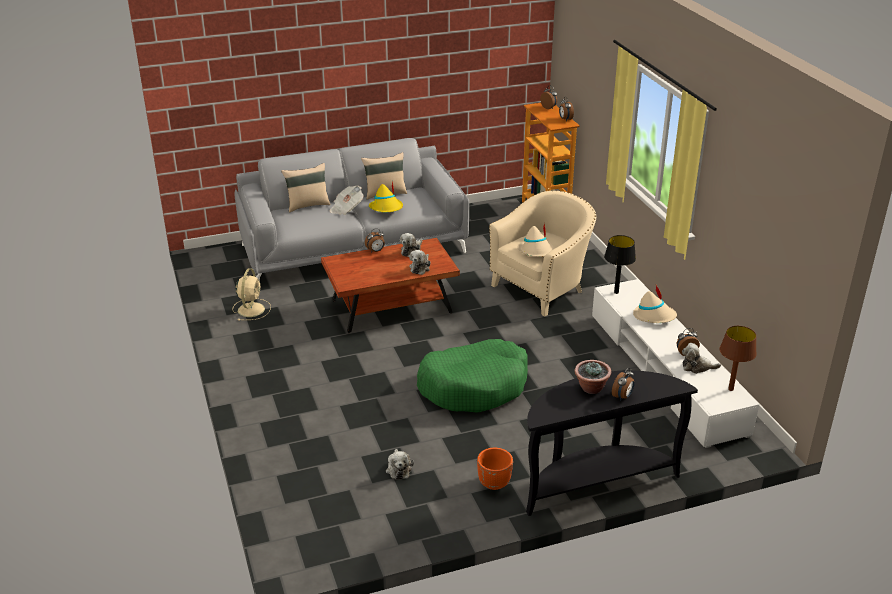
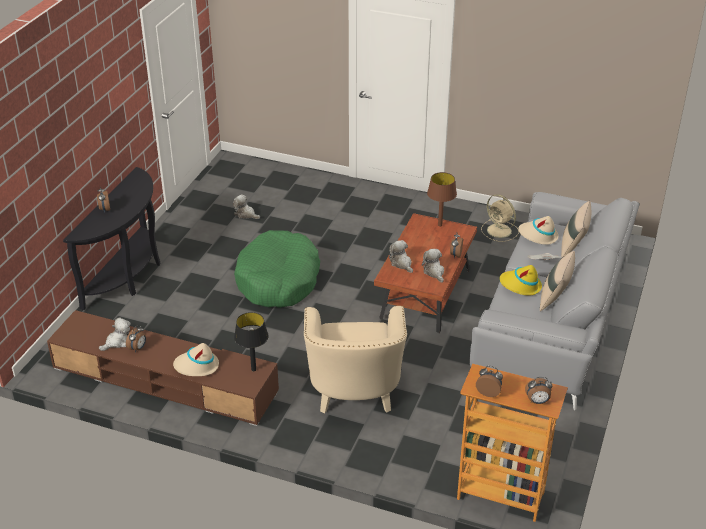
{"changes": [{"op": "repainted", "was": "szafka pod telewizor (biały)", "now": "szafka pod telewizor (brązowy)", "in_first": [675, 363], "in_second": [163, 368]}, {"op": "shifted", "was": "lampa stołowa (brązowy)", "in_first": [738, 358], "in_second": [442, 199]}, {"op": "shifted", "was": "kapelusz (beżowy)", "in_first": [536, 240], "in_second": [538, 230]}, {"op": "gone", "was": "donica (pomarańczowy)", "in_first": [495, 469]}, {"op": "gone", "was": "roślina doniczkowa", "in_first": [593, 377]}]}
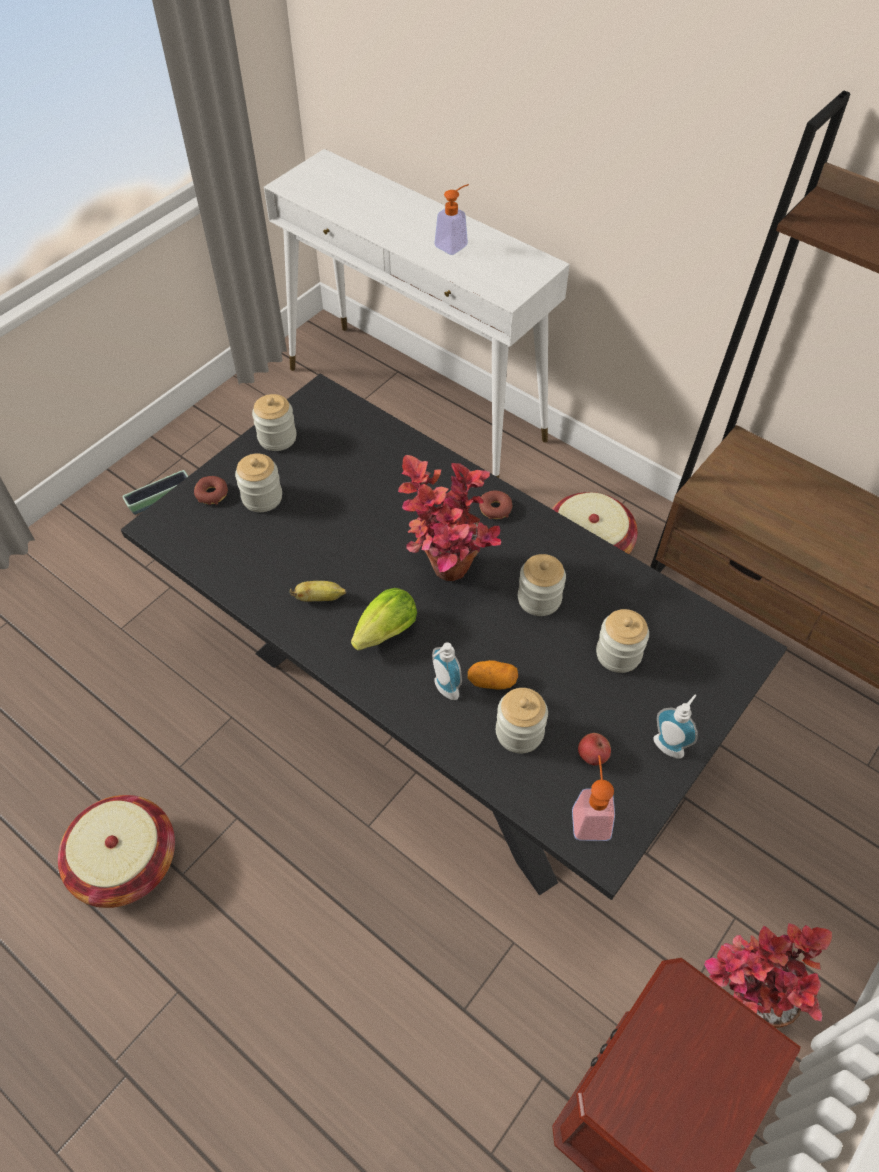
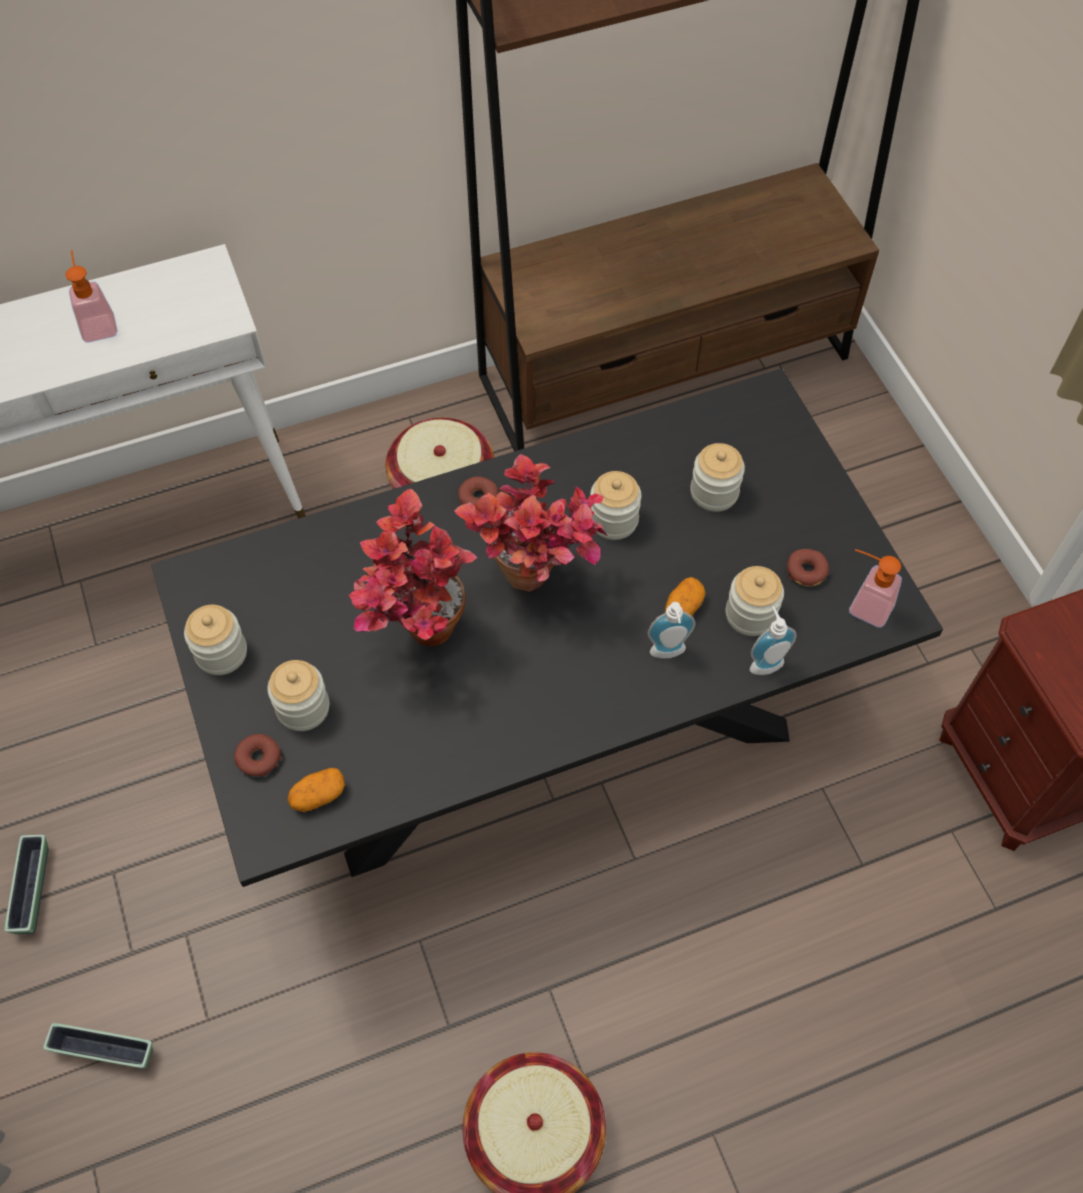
{"changes": [{"op": "new", "now": "donica", "in_second": [98, 1046]}, {"op": "new", "now": "ziemniak", "in_second": [316, 790]}, {"op": "shifted", "was": "roślina doniczkowa", "in_first": [768, 975], "in_second": [413, 568]}, {"op": "shifted", "was": "dozownik mydła", "in_first": [675, 727], "in_second": [773, 640]}, {"op": "swapped", "was": "jabłko", "now": "donut", "in_first": [594, 749], "in_second": [807, 568]}, {"op": "gone", "was": "banan", "in_first": [318, 591]}, {"op": "gone", "was": "sałata", "in_first": [384, 619]}]}
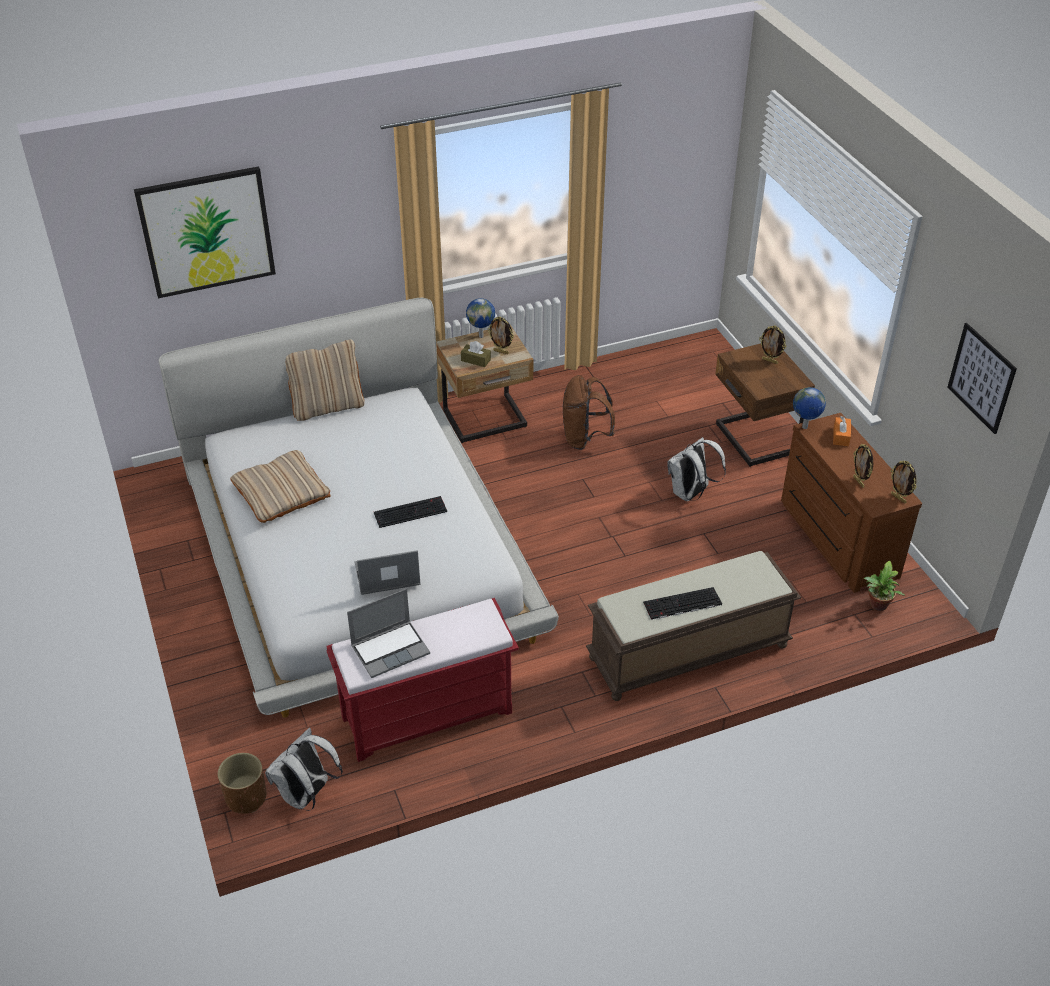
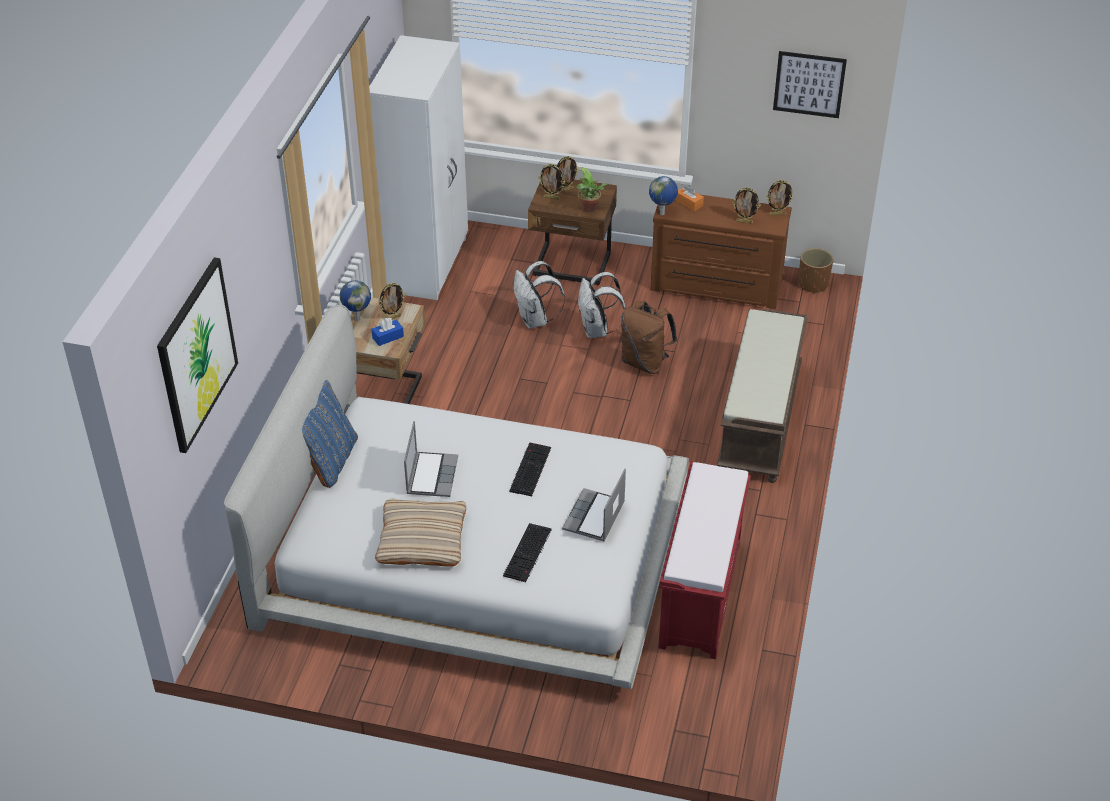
{"changes": [{"op": "repainted", "was": "poduszka (beżowy)", "now": "poduszka (niebieski)", "in_first": [325, 380], "in_second": [330, 434]}, {"op": "new", "now": "szafa (biały)", "in_second": [418, 167]}, {"op": "repainted", "was": "pudełko chusteczek (brązowy)", "now": "pudełko chusteczek (niebieski)", "in_first": [476, 354], "in_second": [387, 332]}, {"op": "shifted", "was": "laptop", "in_first": [388, 633], "in_second": [431, 459]}, {"op": "shifted", "was": "klawiatura", "in_first": [682, 603], "in_second": [527, 553]}, {"op": "shifted", "was": "plecak (biały)", "in_first": [304, 769], "in_second": [539, 295]}, {"op": "new", "now": "ramka na zdjęcie", "in_second": [551, 182]}, {"op": "shifted", "was": "roślina doniczkowa", "in_first": [884, 586], "in_second": [592, 190]}, {"op": "shifted", "was": "plecak (brązowy)", "in_first": [589, 412], "in_second": [649, 337]}, {"op": "shifted", "was": "donica (brązowy)", "in_first": [241, 783], "in_second": [816, 271]}]}
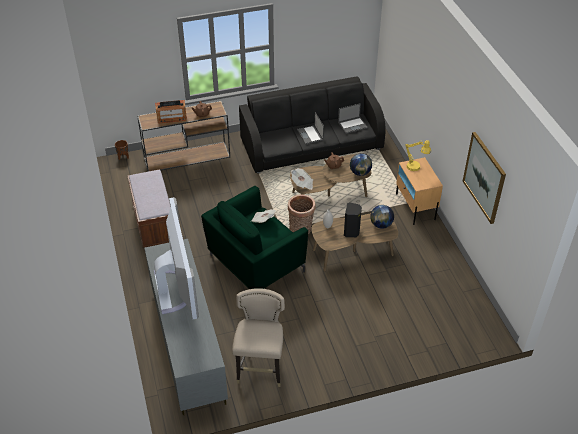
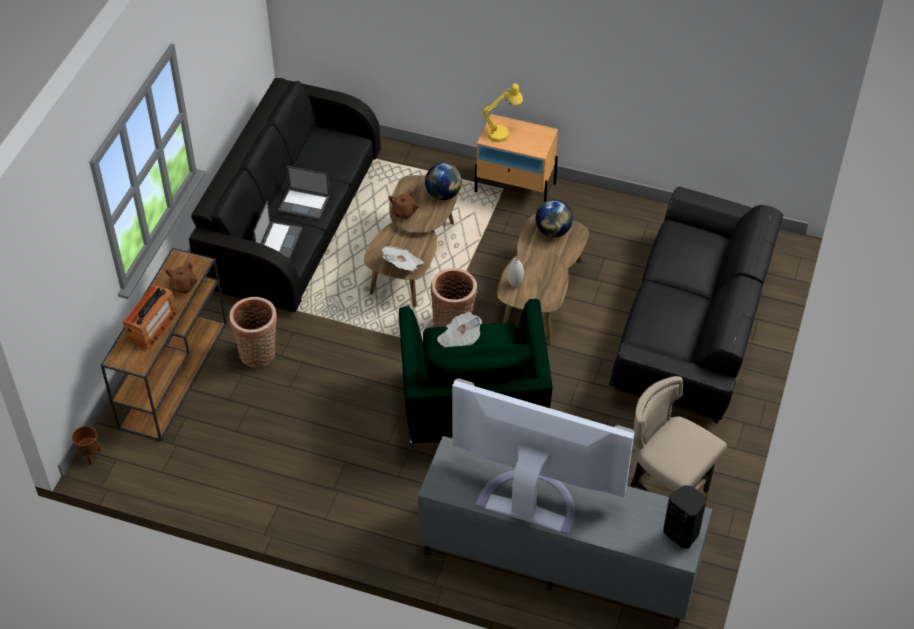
{"changes": [{"op": "new", "now": "koszyk", "in_second": [253, 332]}, {"op": "shifted", "was": "laptop", "in_first": [353, 118], "in_second": [277, 230]}, {"op": "new", "now": "kanapa (czarny)", "in_second": [696, 305]}, {"op": "shifted", "was": "głośnik (czarny)", "in_first": [353, 220], "in_second": [685, 517]}, {"op": "gone", "was": "ławka (brązowy)", "in_first": [148, 208]}, {"op": "gone", "was": "obraz", "in_first": [484, 178]}]}
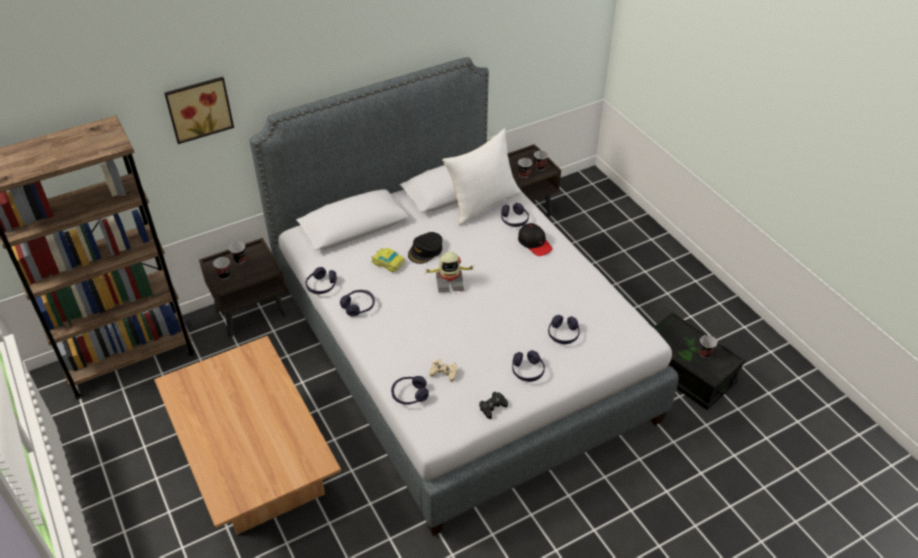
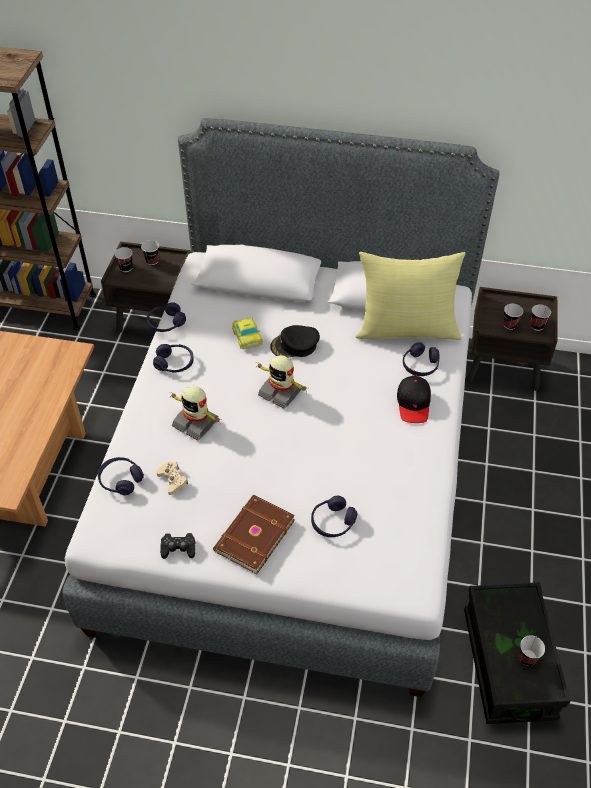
{"changes": [{"op": "new", "now": "robot zabawkowy", "in_second": [195, 413]}, {"op": "swapped", "was": "słuchawki (fioletowy)", "now": "książka (brązowy)", "in_first": [528, 366], "in_second": [254, 534]}, {"op": "repainted", "was": "poduszka (biały)", "now": "poduszka (żółty)", "in_first": [481, 176], "in_second": [410, 296]}, {"op": "gone", "was": "obraz", "in_first": [199, 110]}]}
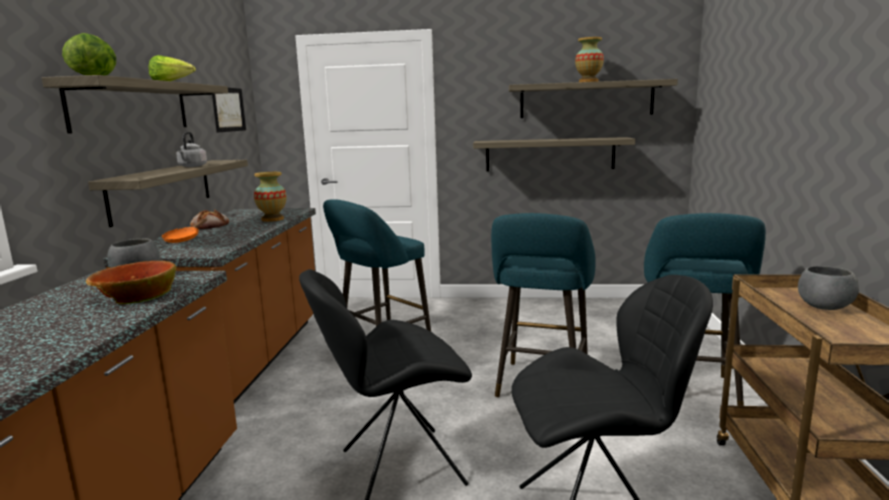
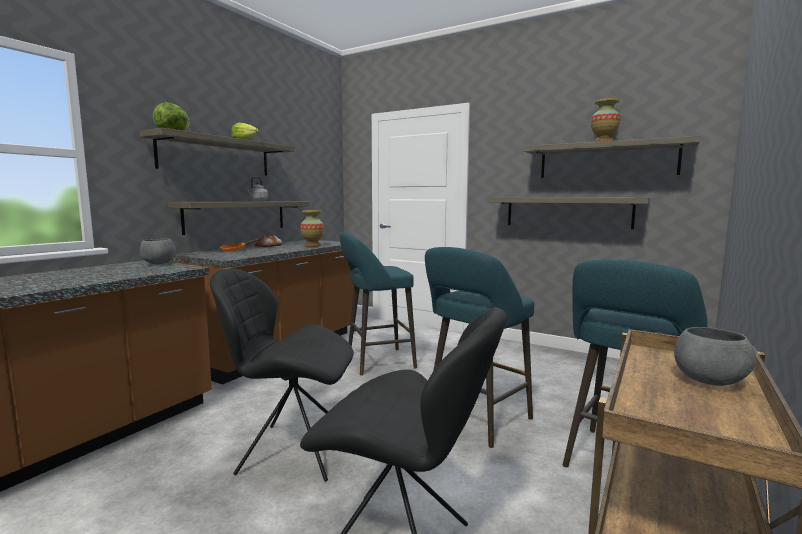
{"changes": [{"op": "gone", "was": "miska", "in_first": [131, 282]}, {"op": "gone", "was": "obraz", "in_first": [229, 110]}]}
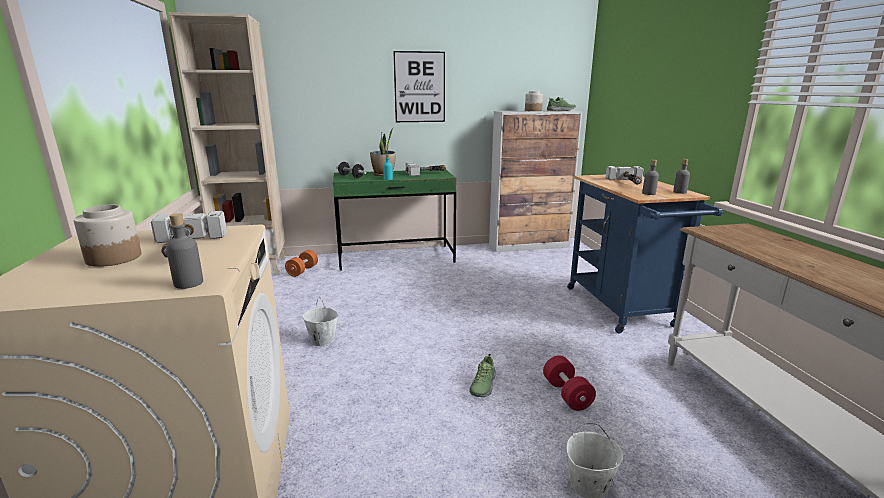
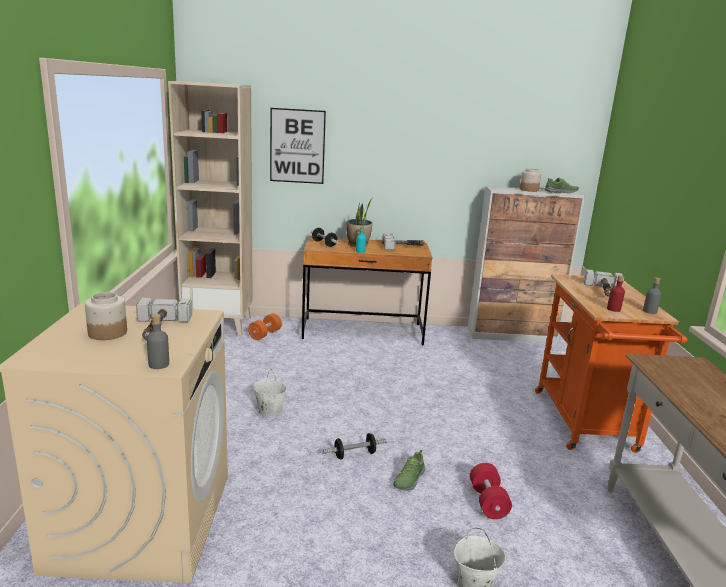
{"changes": [{"op": "shifted", "was": "obraz", "in_first": [419, 86], "in_second": [298, 146]}, {"op": "repainted", "was": "biurko (zielony)", "now": "biurko (brązowy)", "in_first": [394, 220], "in_second": [367, 291]}, {"op": "new", "now": "hantel", "in_second": [355, 446]}, {"op": "repainted", "was": "wózek (niebieski)", "now": "wózek (pomarańczowy)", "in_first": [645, 254], "in_second": [611, 363]}, {"op": "repainted", "was": "butelka (szary)", "now": "butelka (czerwony)", "in_first": [650, 177], "in_second": [616, 293]}]}
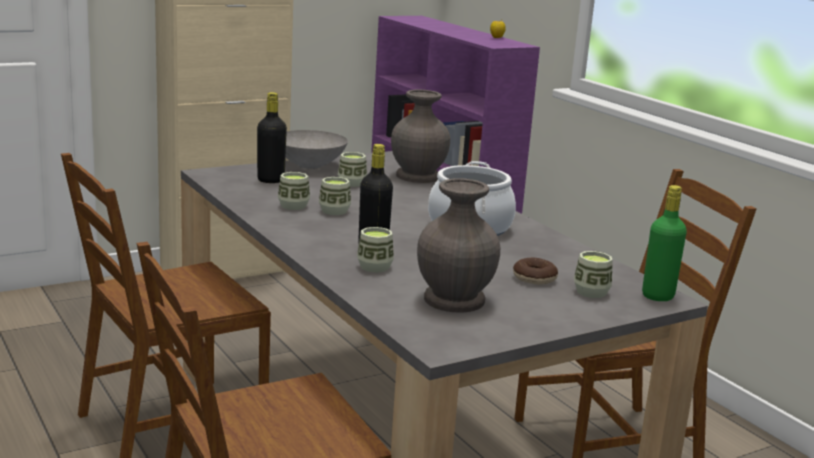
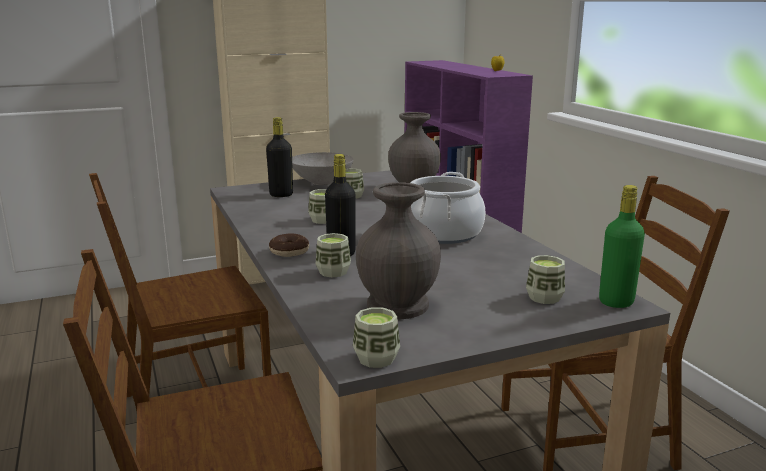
{"changes": [{"op": "shifted", "was": "donut", "in_first": [535, 271], "in_second": [289, 245]}, {"op": "shifted", "was": "filiżanka", "in_first": [294, 191], "in_second": [376, 337]}]}
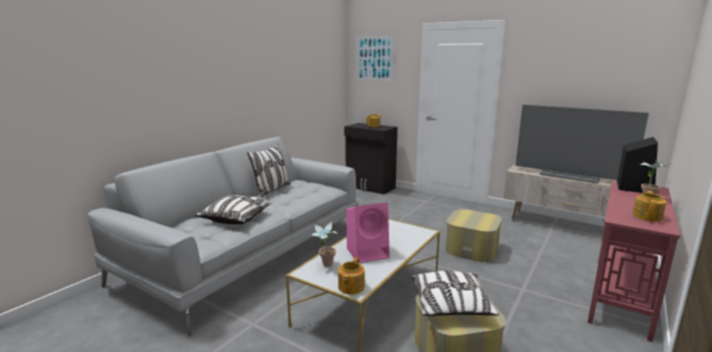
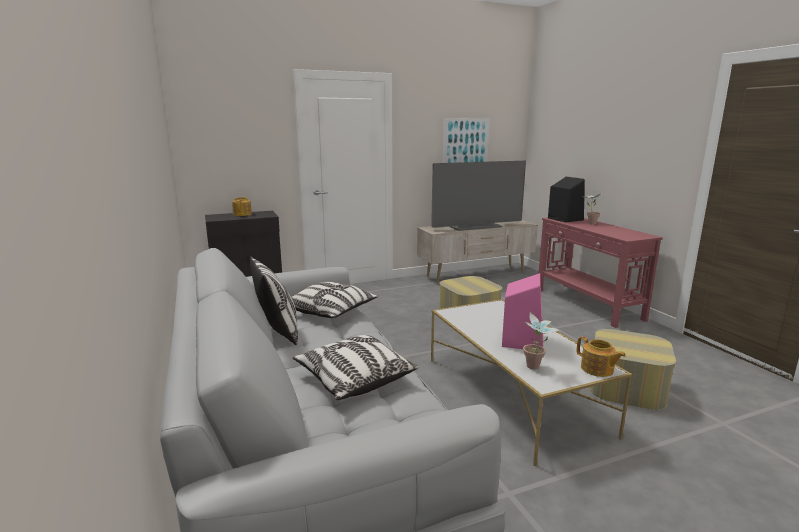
{"changes": [{"op": "shifted", "was": "poduszka", "in_first": [455, 293], "in_second": [335, 300]}, {"op": "shifted", "was": "obraz", "in_first": [375, 58], "in_second": [466, 140]}, {"op": "gone", "was": "imbryk", "in_first": [649, 206]}]}
